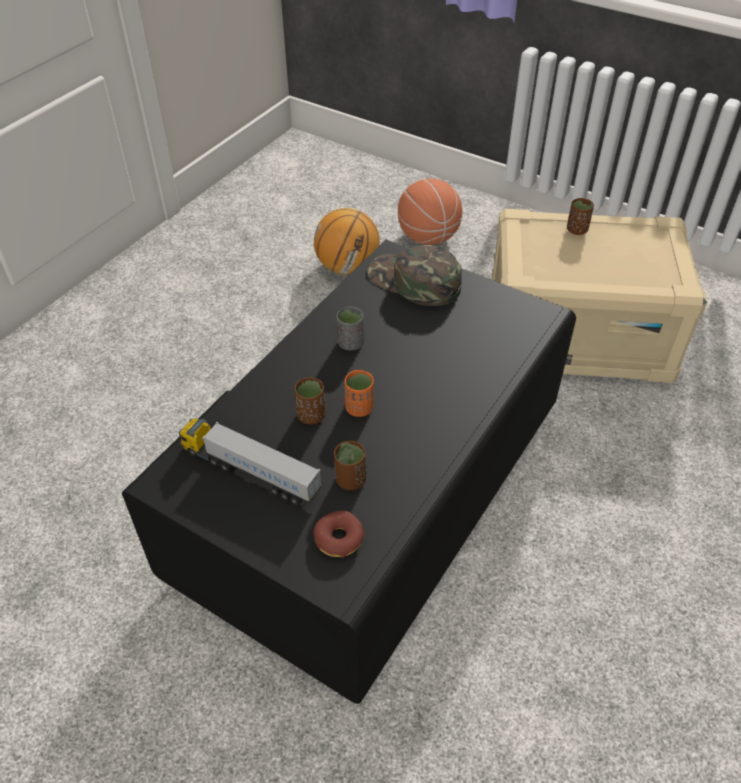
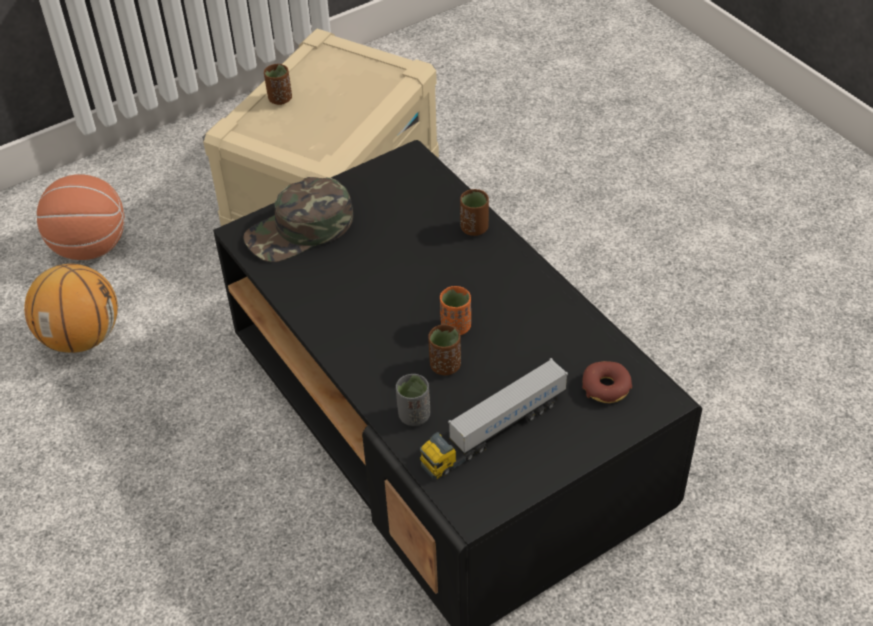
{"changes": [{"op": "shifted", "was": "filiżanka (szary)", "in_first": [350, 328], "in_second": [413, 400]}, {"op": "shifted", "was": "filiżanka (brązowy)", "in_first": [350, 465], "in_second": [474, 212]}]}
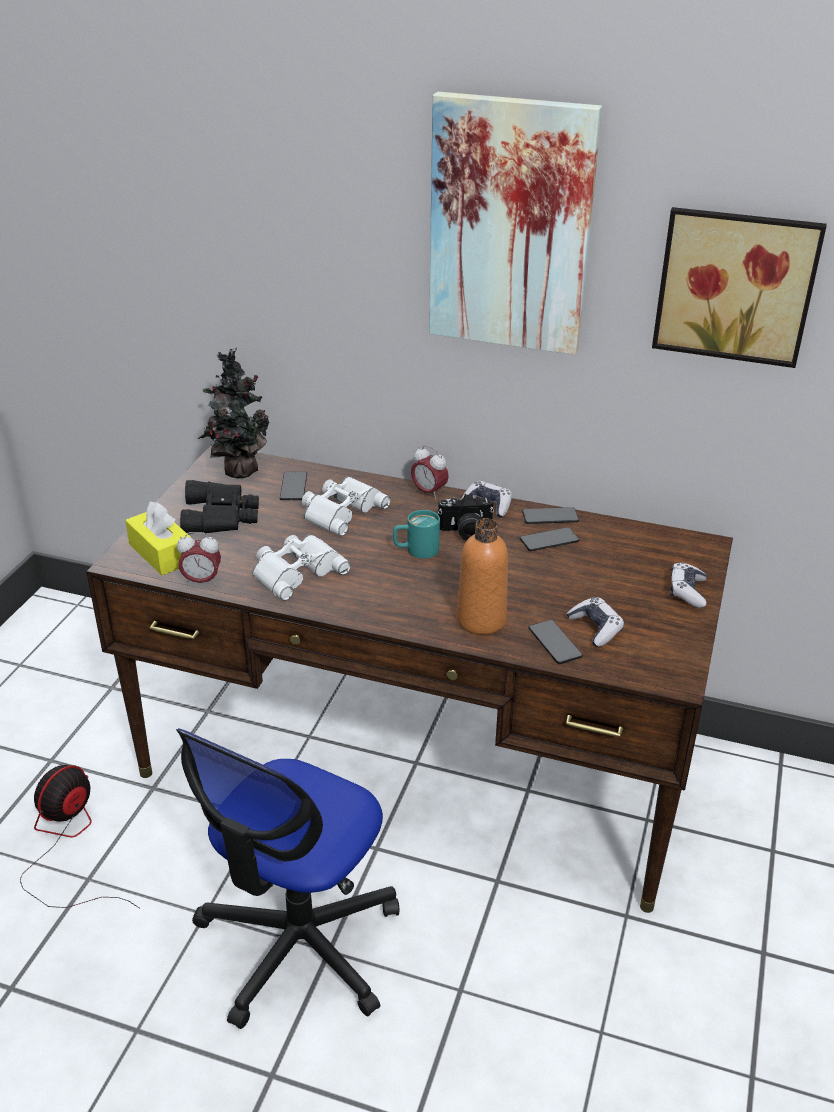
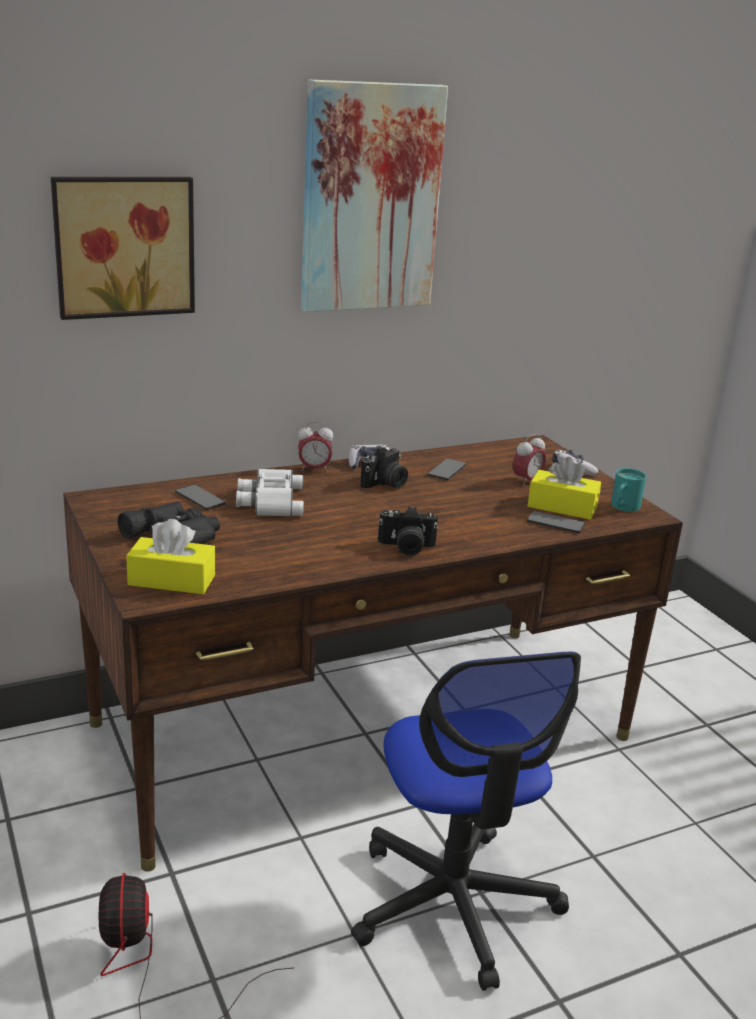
{"changes": [{"op": "shifted", "was": "obraz", "in_first": [739, 287], "in_second": [123, 248]}, {"op": "new", "now": "aparat fotograficzny", "in_second": [408, 531]}, {"op": "shifted", "was": "budzik", "in_first": [199, 559], "in_second": [529, 460]}, {"op": "swapped", "was": "pad do gier", "now": "pudełko chusteczek (żółty)", "in_first": [595, 622], "in_second": [564, 488]}, {"op": "shifted", "was": "kubek (turkusowy)", "in_first": [416, 534], "in_second": [628, 490]}, {"op": "gone", "was": "roślina doniczkowa", "in_first": [233, 413]}, {"op": "gone", "was": "lornetka (biały)", "in_first": [301, 567]}, {"op": "gone", "was": "butelka (pomarańczowy)", "in_first": [482, 576]}, {"op": "gone", "was": "telefon", "in_first": [550, 515]}]}
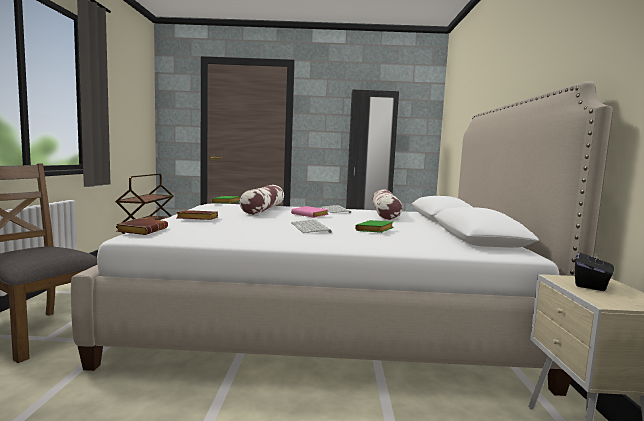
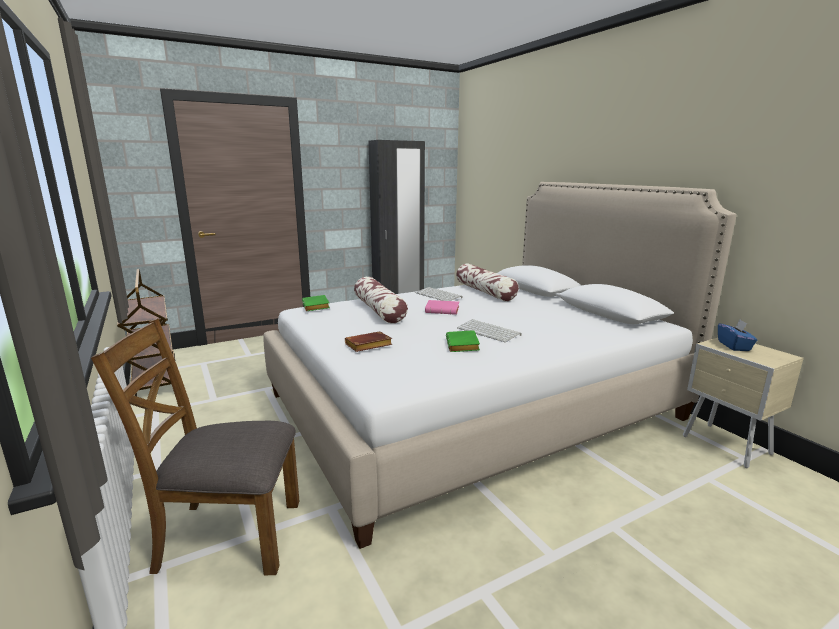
{"changes": [{"op": "shifted", "was": "książka (zielony)", "in_first": [374, 226], "in_second": [463, 341]}, {"op": "repainted", "was": "pudełko chusteczek (czarny)", "now": "pudełko chusteczek (niebieski)", "in_first": [594, 269], "in_second": [738, 335]}, {"op": "gone", "was": "książka (brązowy)", "in_first": [142, 226]}]}
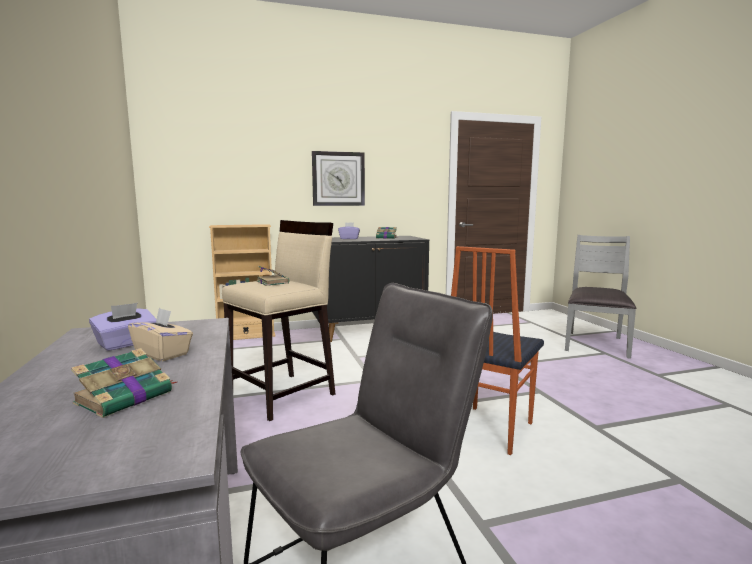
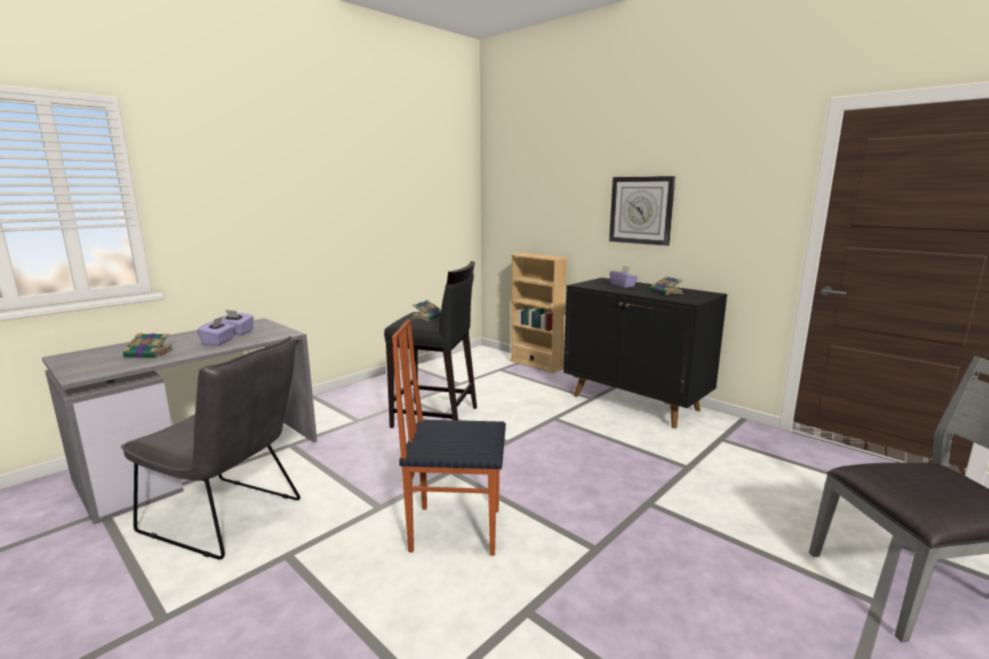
{"changes": [{"op": "repainted", "was": "pudełko chusteczek (beżowy)", "now": "pudełko chusteczek (fioletowy)", "in_first": [160, 334], "in_second": [216, 331]}, {"op": "repainted", "was": "stołek (beżowy)", "now": "stołek (czarny)", "in_first": [278, 320], "in_second": [430, 344]}]}
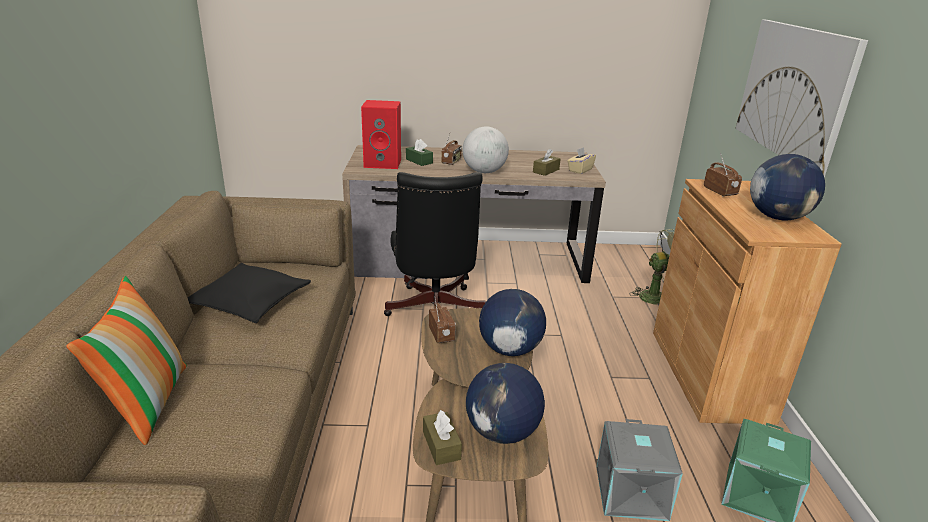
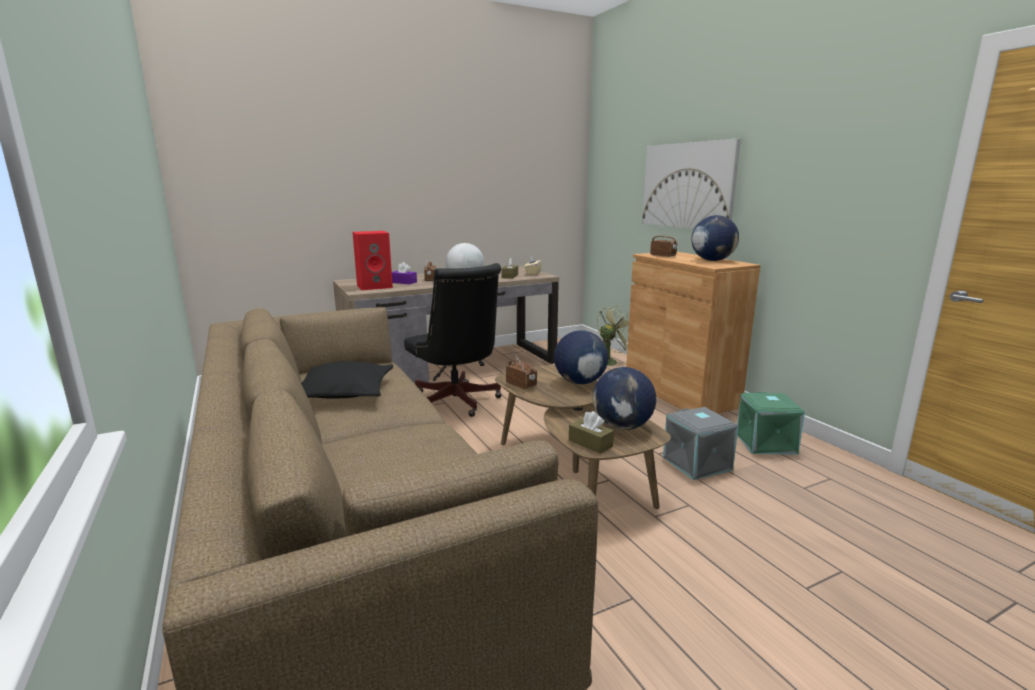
{"changes": [{"op": "repainted", "was": "pudełko chusteczek (zielony)", "now": "pudełko chusteczek (fioletowy)", "in_first": [419, 152], "in_second": [404, 273]}, {"op": "gone", "was": "poduszka", "in_first": [126, 360]}]}
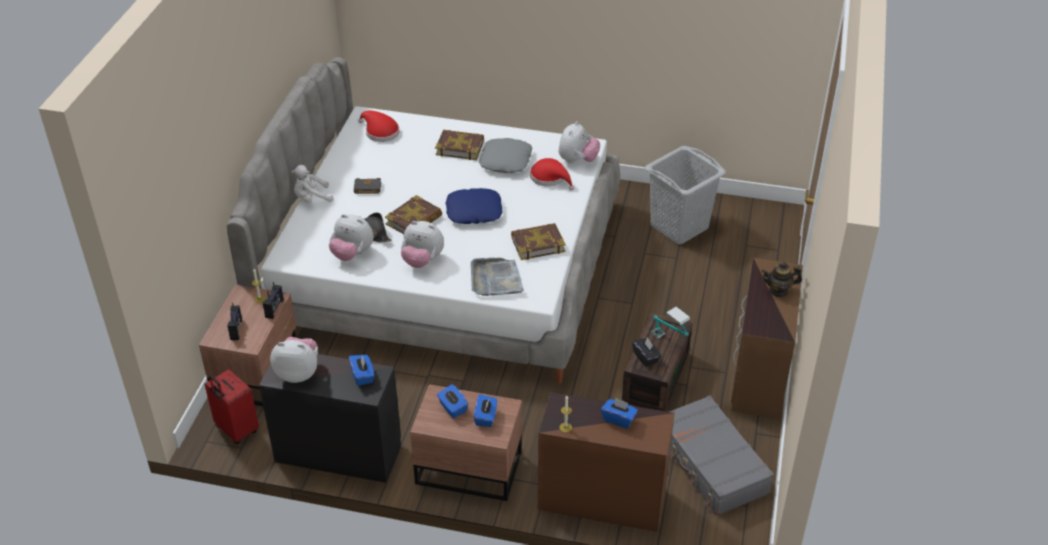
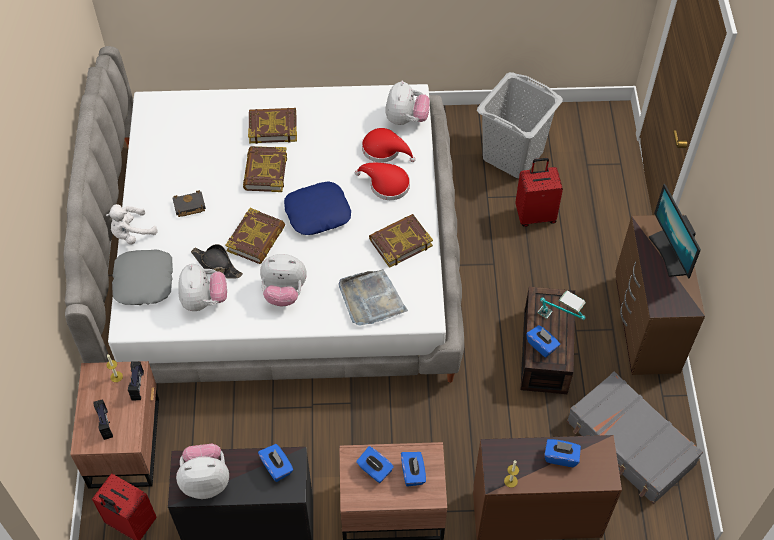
{"changes": [{"op": "shifted", "was": "poduszka (szary)", "in_first": [505, 155], "in_second": [142, 277]}, {"op": "rotated", "was": "pluszak", "in_first": [351, 237], "in_second": [202, 287], "clockwise": -105}, {"op": "new", "now": "książka", "in_second": [265, 169]}, {"op": "shifted", "was": "kapelusz (czerwony)", "in_first": [378, 126], "in_second": [382, 181]}, {"op": "new", "now": "walizka (czerwony)", "in_second": [539, 192]}, {"op": "repainted", "was": "pudełko chusteczek (czarny)", "now": "pudełko chusteczek (niebieski)", "in_first": [646, 352], "in_second": [543, 341]}, {"op": "swapped", "was": "imbryk", "now": "monitor", "in_first": [782, 279], "in_second": [675, 231]}]}
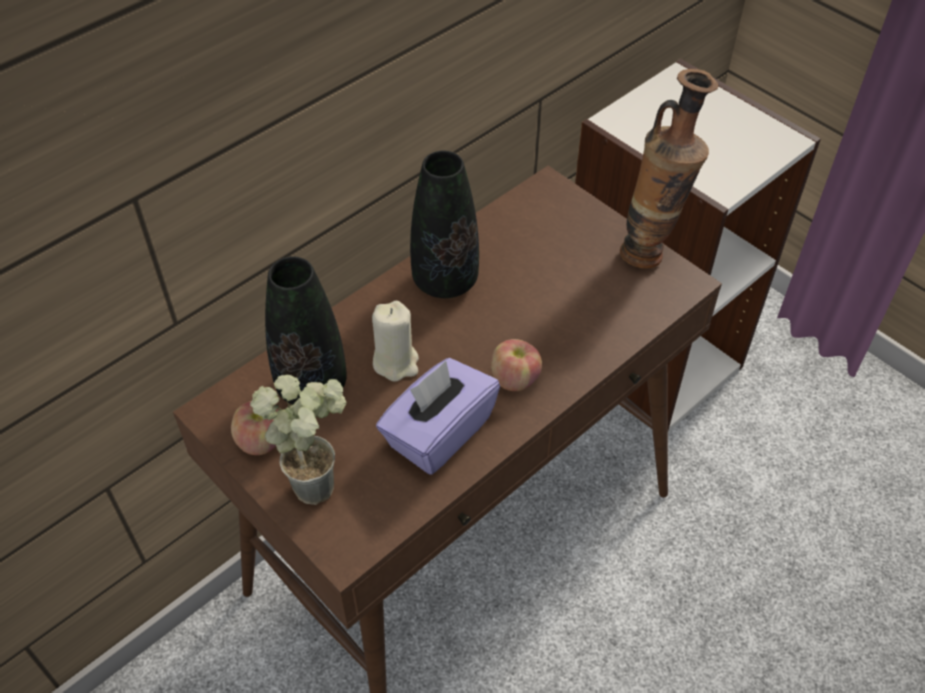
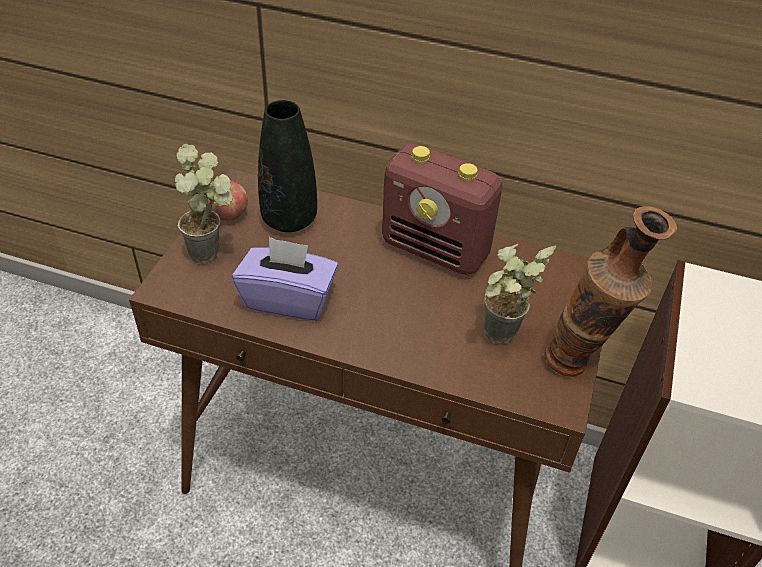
{"changes": [{"op": "swapped", "was": "wazon (czarny)", "now": "radio", "in_first": [444, 224], "in_second": [442, 209]}, {"op": "new", "now": "roślina doniczkowa", "in_second": [520, 294]}, {"op": "gone", "was": "świeca (beżowy)", "in_first": [395, 341]}, {"op": "gone", "was": "jabłko", "in_first": [516, 365]}]}
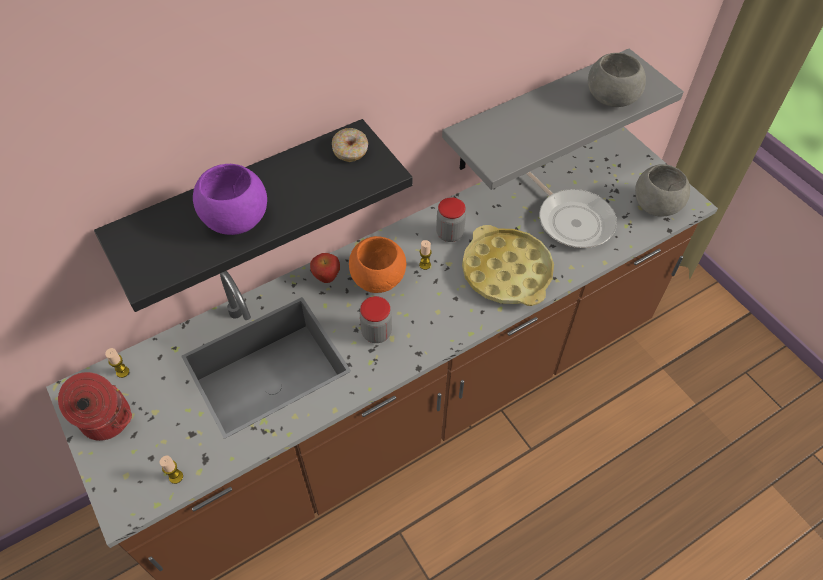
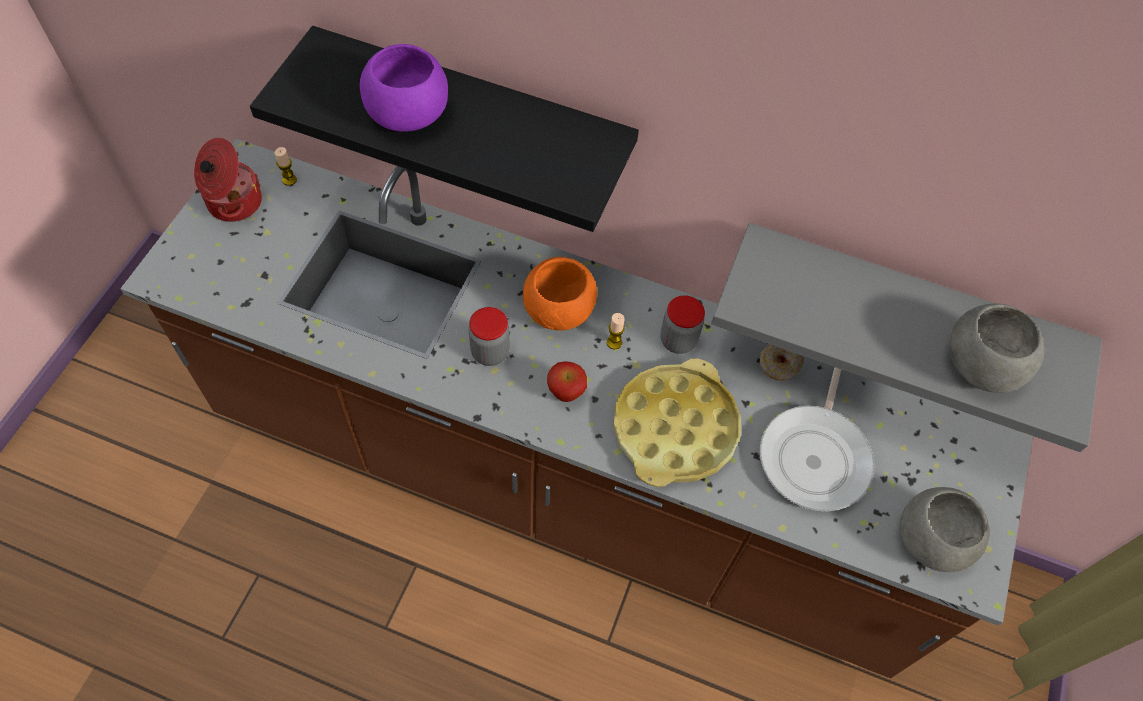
{"changes": [{"op": "shifted", "was": "jabłko", "in_first": [325, 268], "in_second": [567, 381]}, {"op": "shifted", "was": "donut", "in_first": [350, 145], "in_second": [782, 362]}, {"op": "gone", "was": "świeca", "in_first": [171, 470]}]}
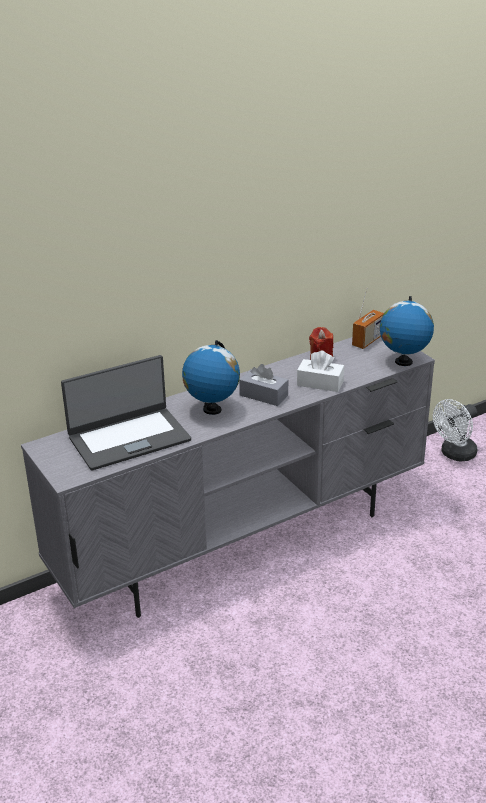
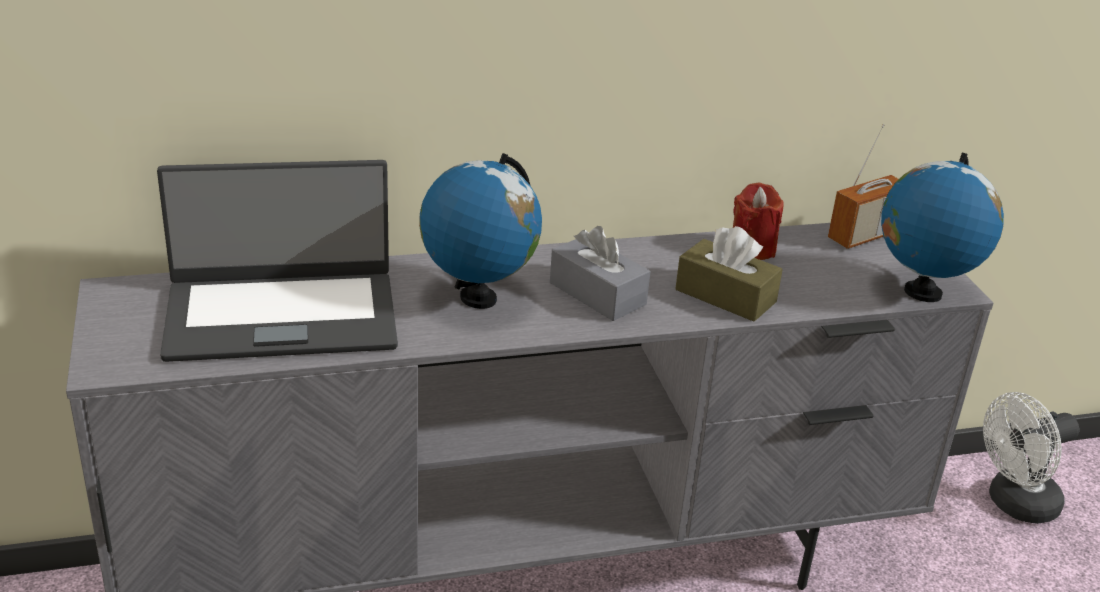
{"changes": [{"op": "repainted", "was": "pudełko chusteczek (biały)", "now": "pudełko chusteczek (brązowy)", "in_first": [320, 371], "in_second": [729, 274]}]}
